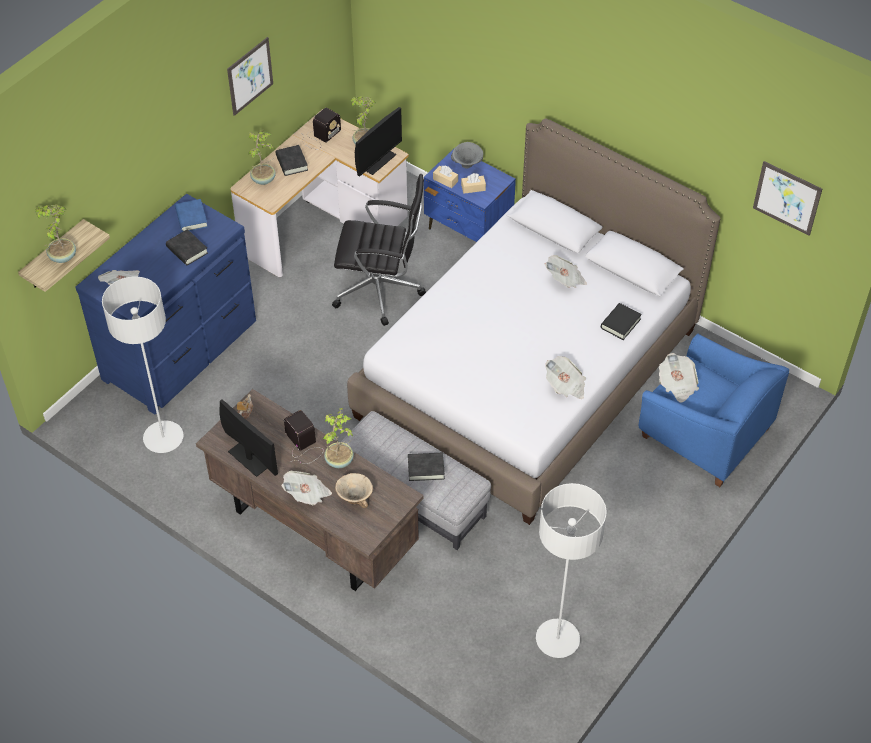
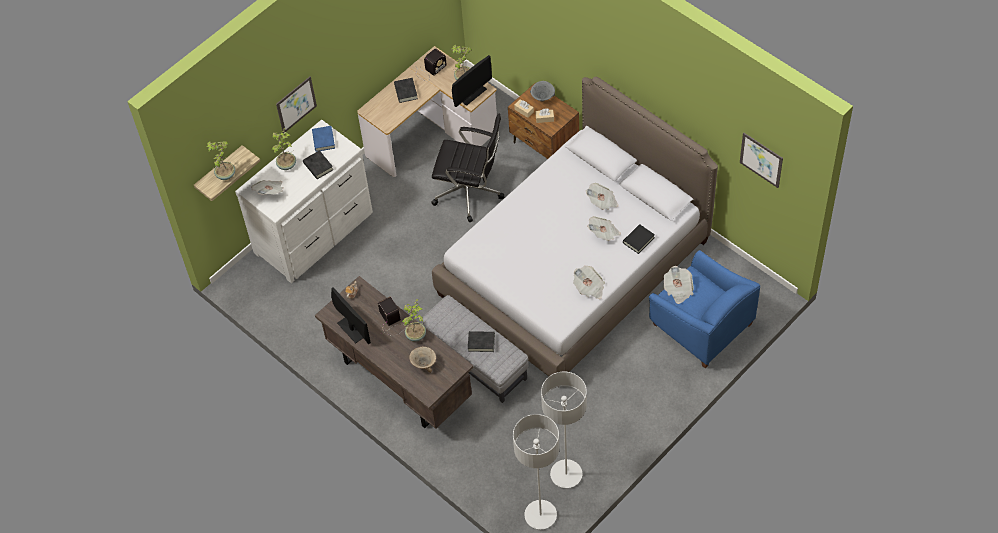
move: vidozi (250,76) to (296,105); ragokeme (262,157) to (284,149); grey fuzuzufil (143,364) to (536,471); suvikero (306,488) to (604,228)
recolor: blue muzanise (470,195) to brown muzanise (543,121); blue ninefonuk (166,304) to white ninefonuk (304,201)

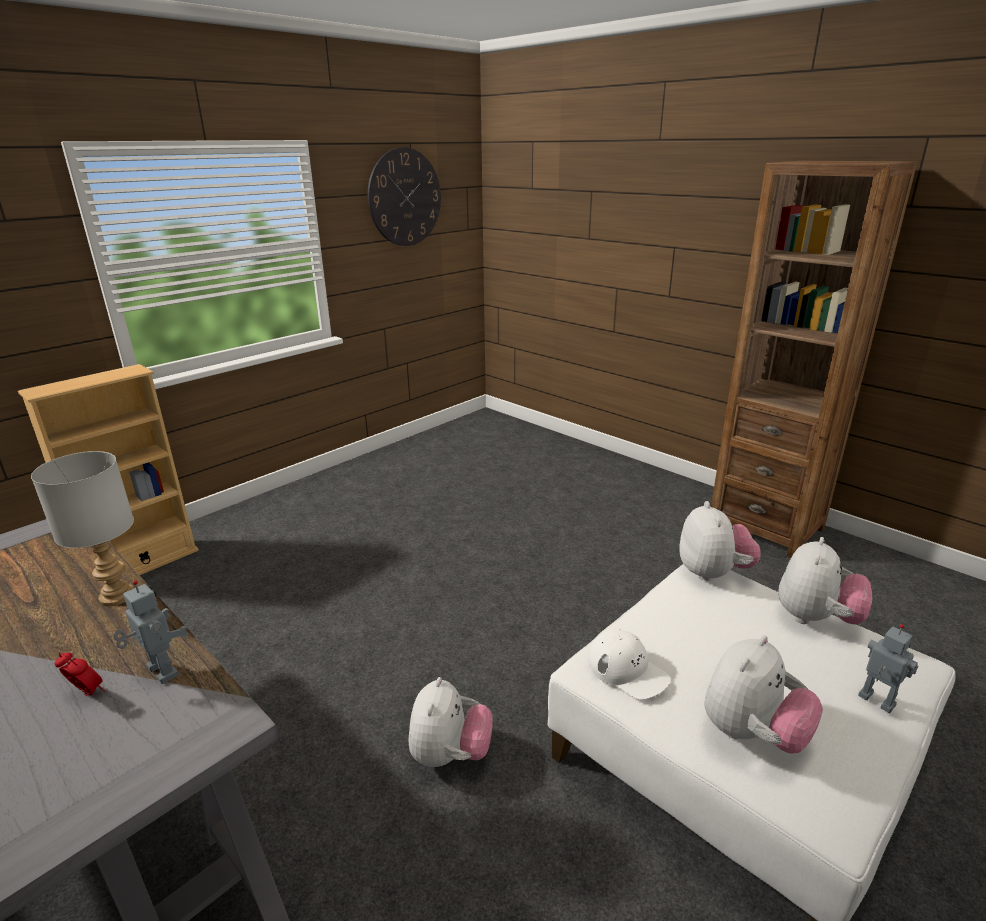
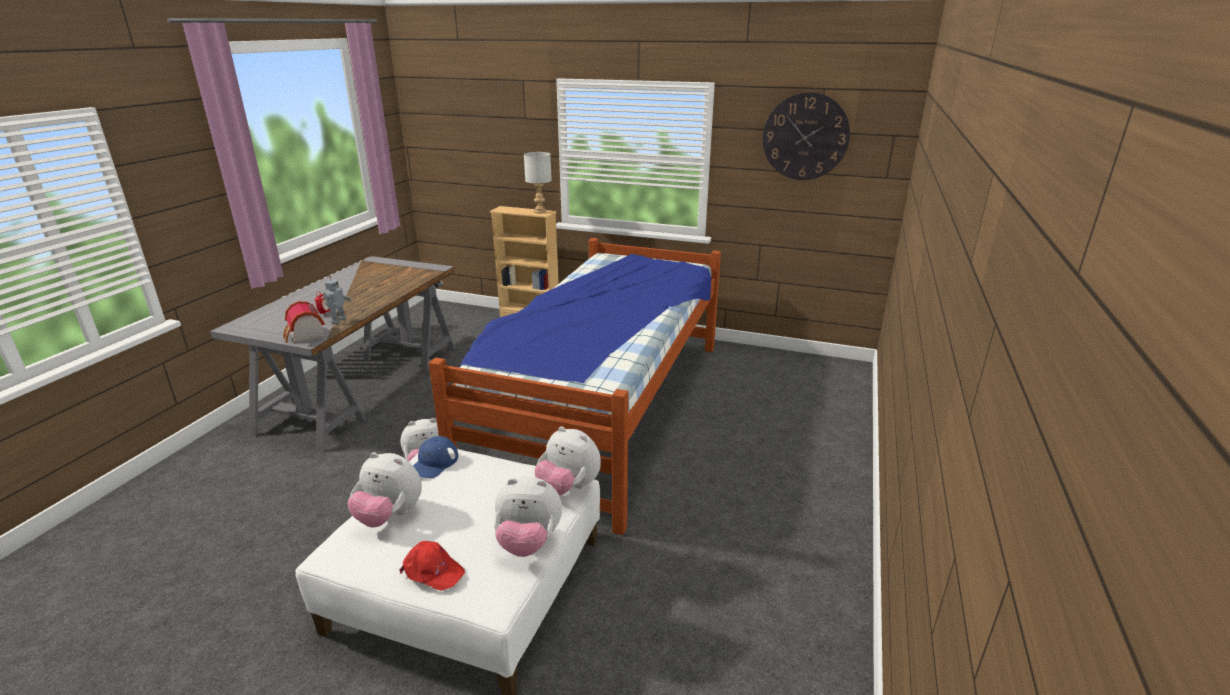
delete: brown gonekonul (814,359)
insert: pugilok (575,386); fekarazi (304,322)
move: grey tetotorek (82,528) to (538,183)
replace: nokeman (888,668) to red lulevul (432,566)
recolor: white lulevul (629,665) to blue lulevul (435,457)
rotate: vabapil (720,541) = (568,461) 60 degrees clockwise

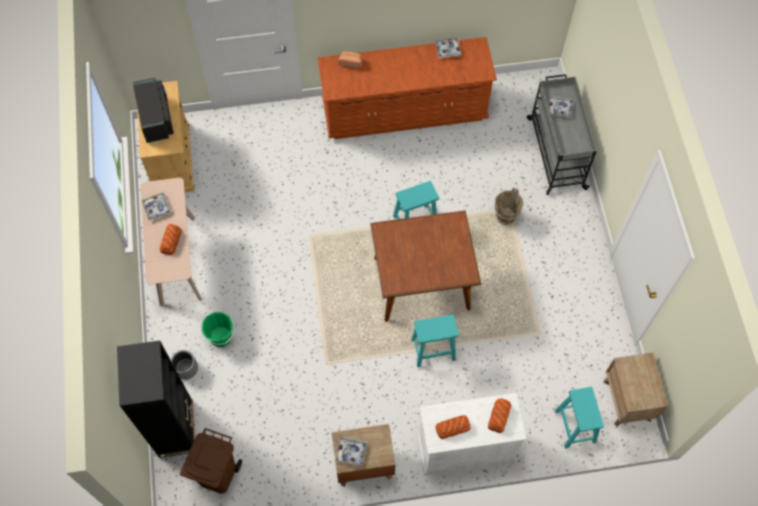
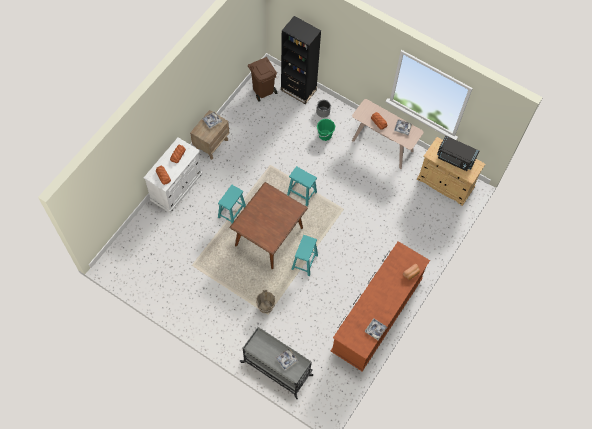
delete: brown muzanise (635,390)
move: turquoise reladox (579,418) to (302,186)

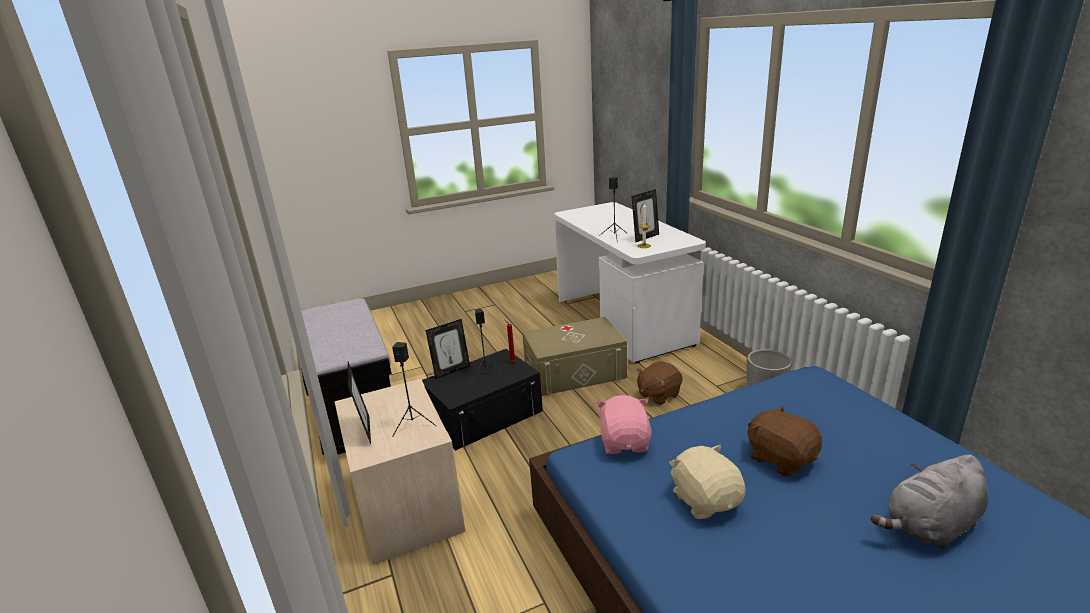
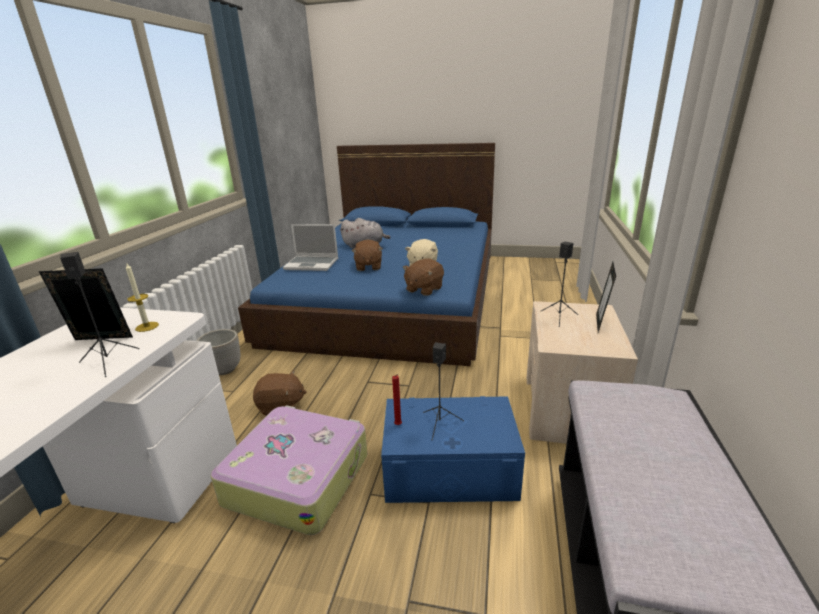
delete: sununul (448,349)
insert: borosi (310,247)
replace: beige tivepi (574,356) to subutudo (289,470)
recolor: black tivepi (482,399) to blue tivepi (453,449); pink vabapil (624,424) to brown vabapil (423,277)

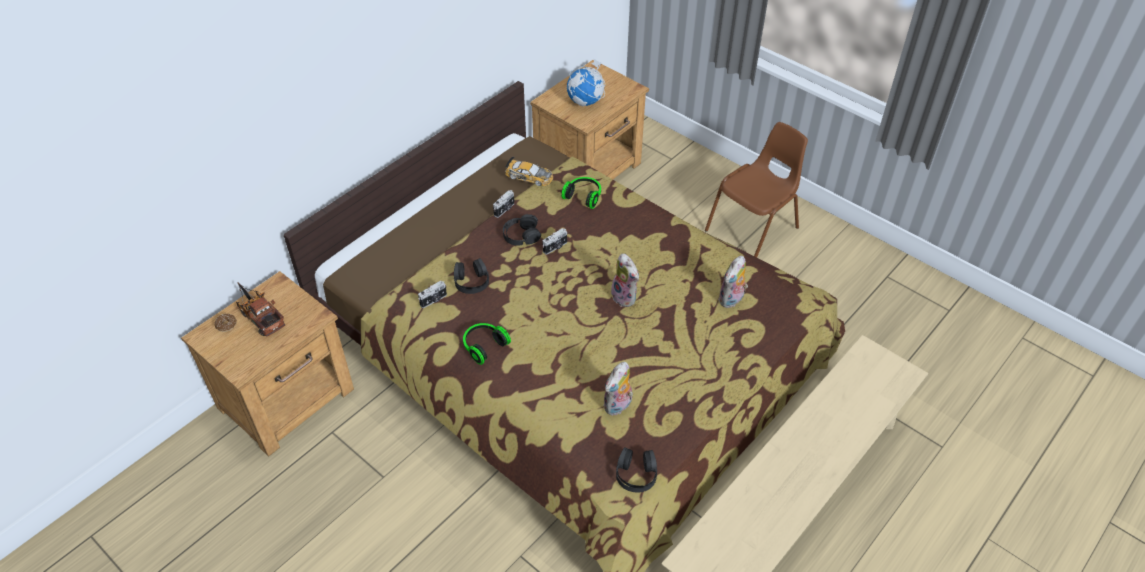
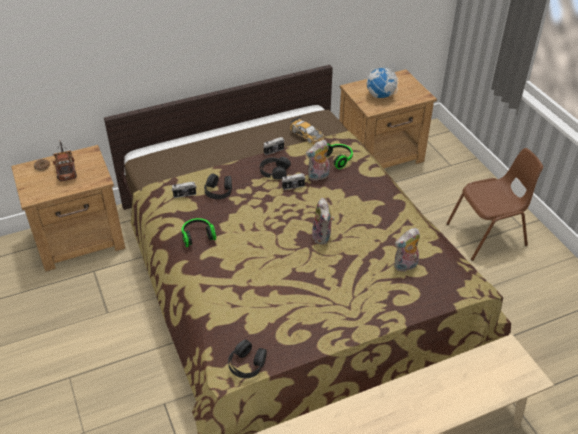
move: vabapil (618,389) to (317,160)

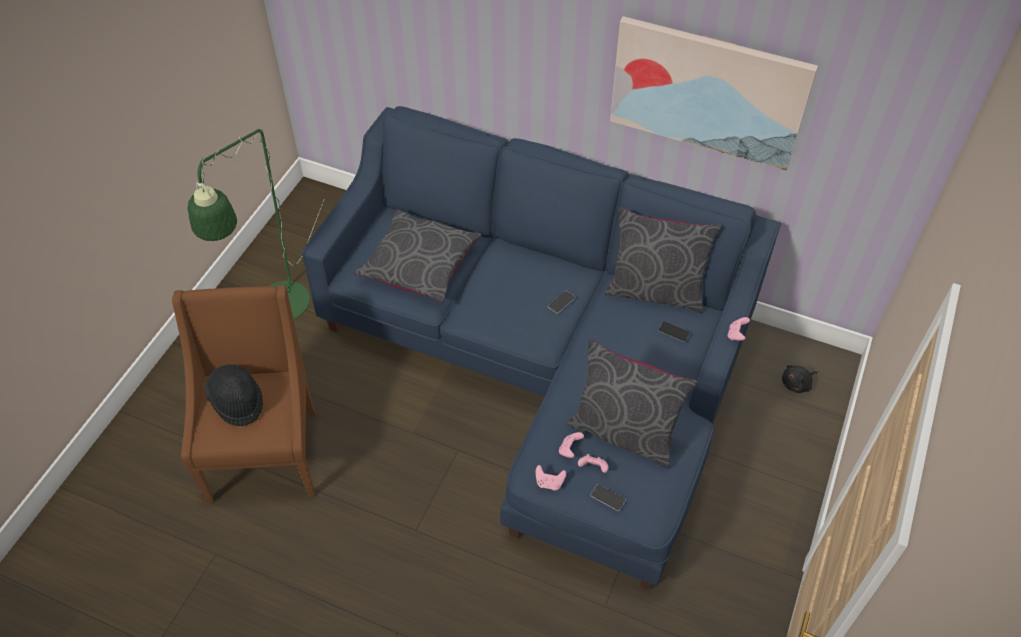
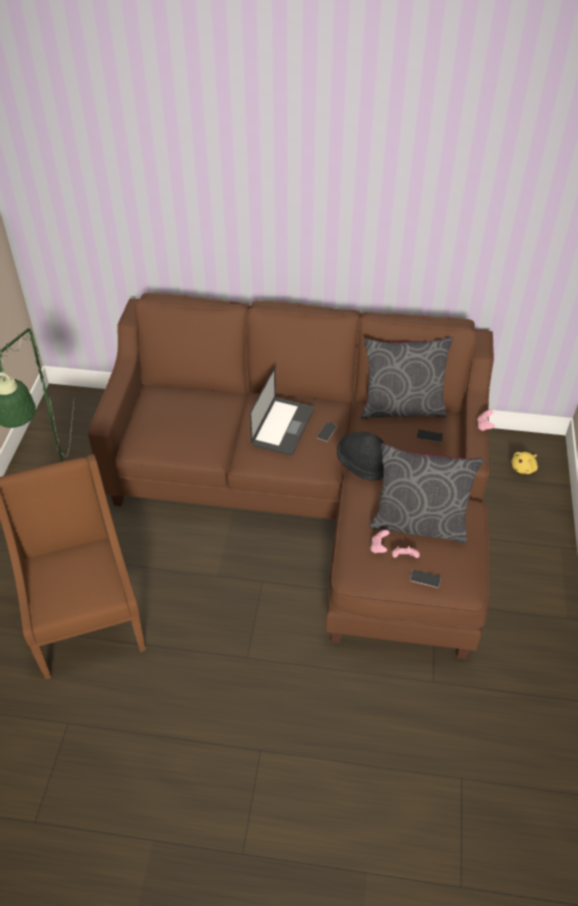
delete: vidozi (714,93); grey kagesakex (418,256); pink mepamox (551,477)
insert: borosi (282,411)
move: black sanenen (233,395) to (360,456)
recolor: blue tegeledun (541,348) to brown tegeledun (291,476); black vabapil (799,379) to yellow vabapil (524,463)

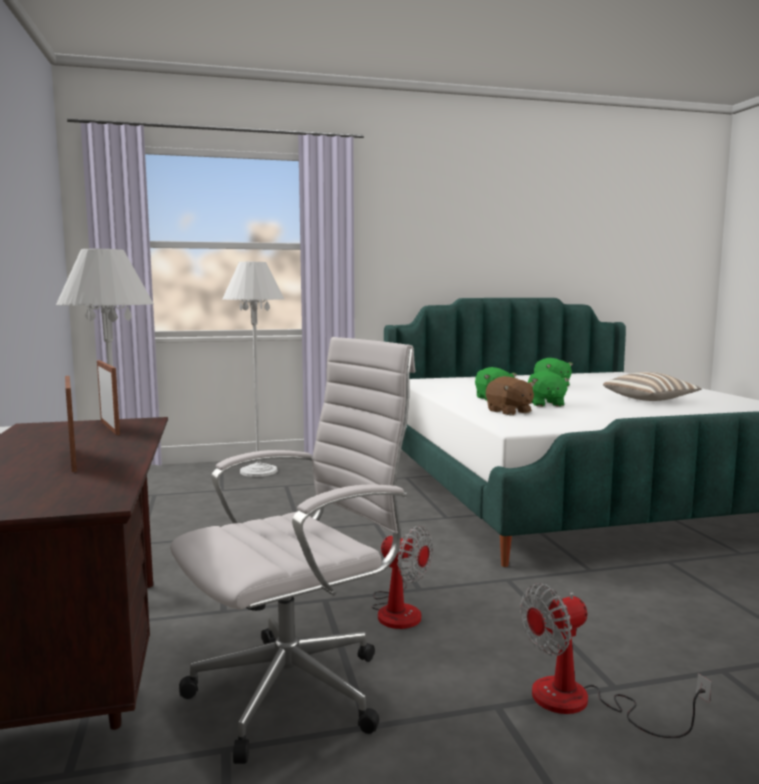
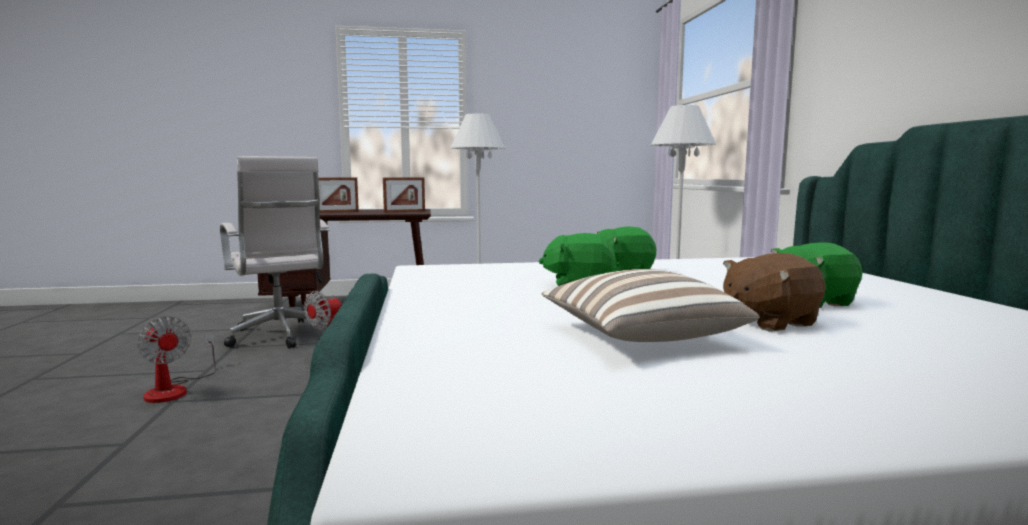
move: brown vabapil (510,396) to (774,292)
rotate: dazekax (616,660) = (176,360) 150 degrees clockwise

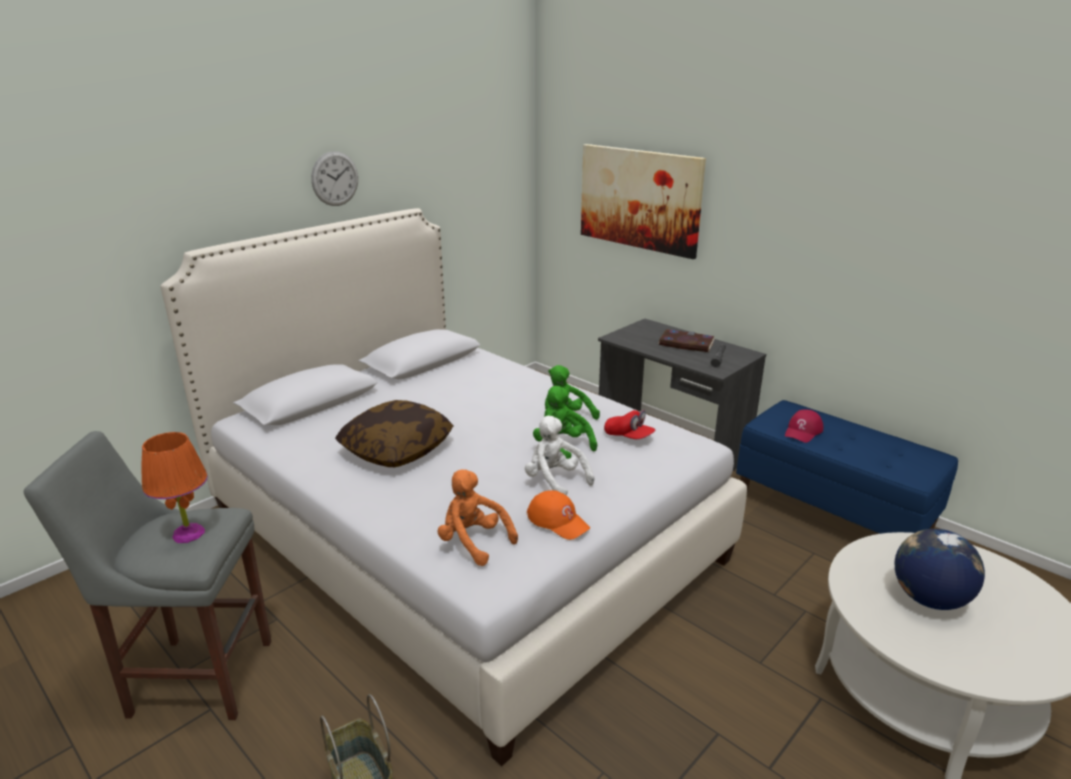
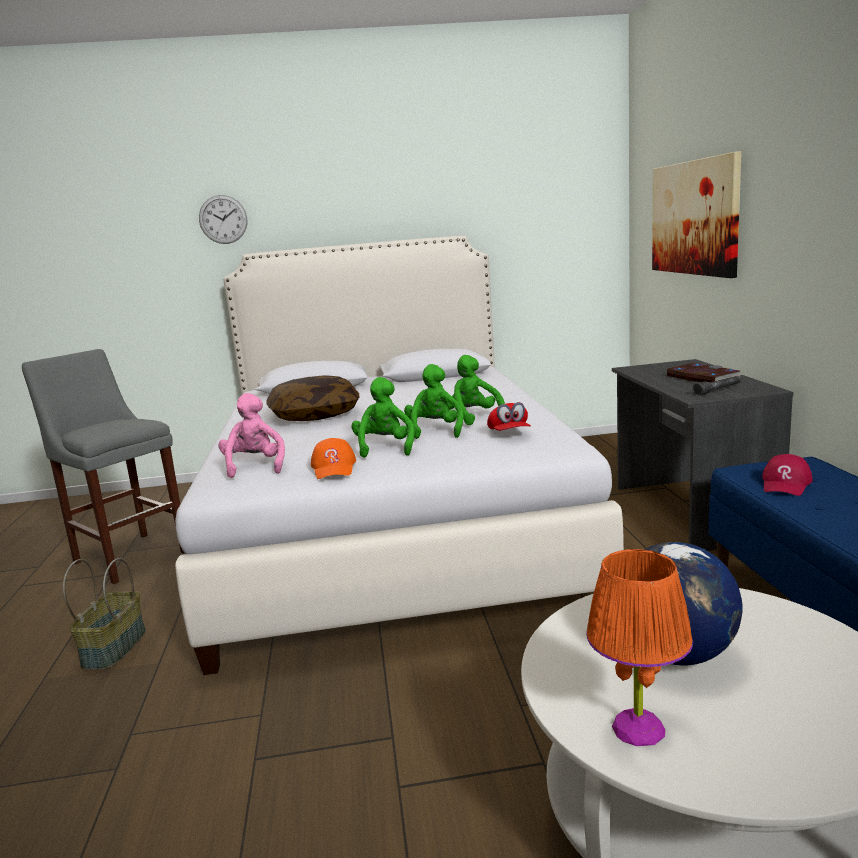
move: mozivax (334,178) to (223,219); orange tetotorek (174,487) to (639,647)
recolor: white vabapil (560,456) to green vabapil (383,417); orange vabapil (478,517) to pink vabapil (251,435)
rotate: red lulevul (804,426) = (787,475) 45 degrees counterclockwise

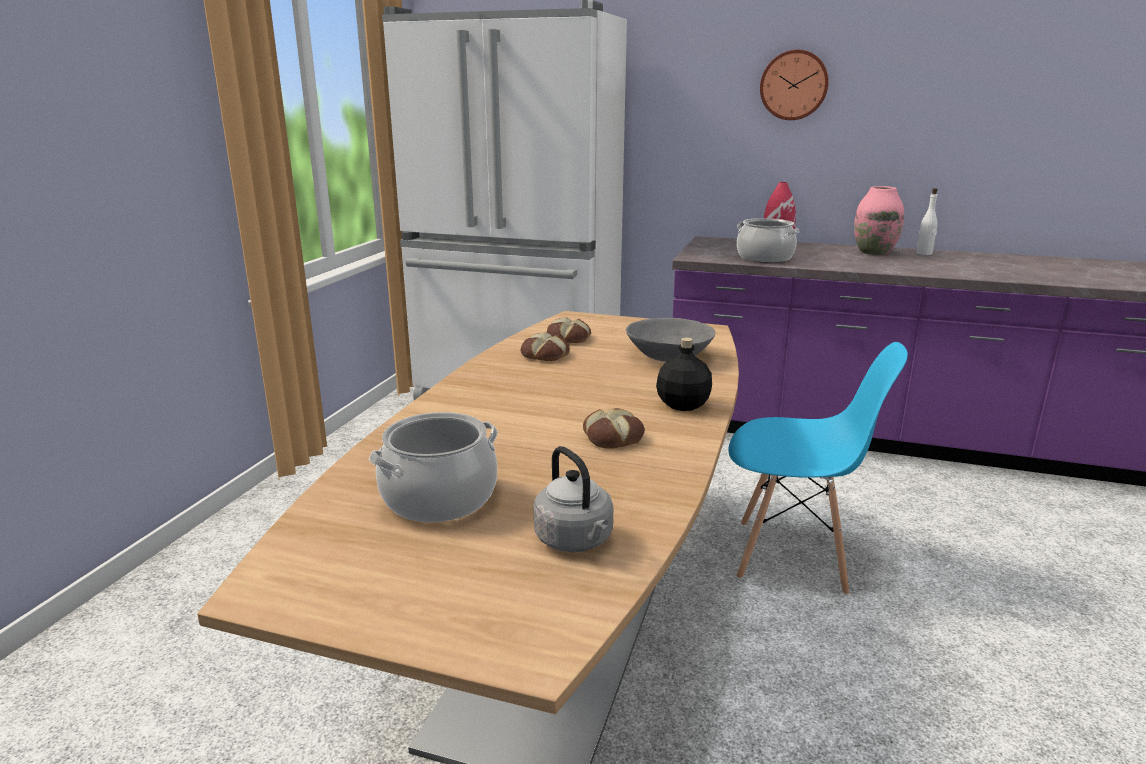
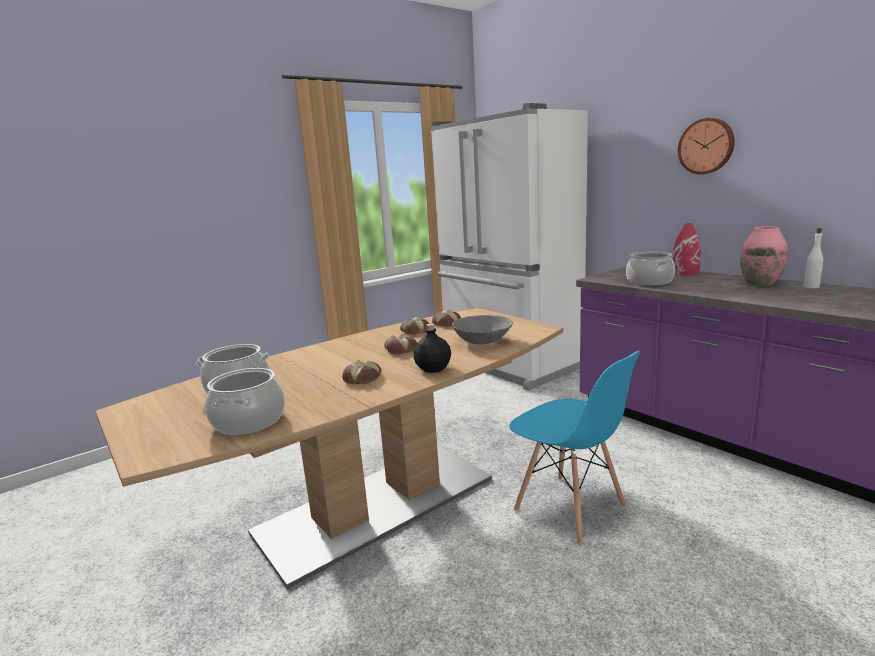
insert: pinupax (400,344)
replace: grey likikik (573,499) to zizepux (245,401)

